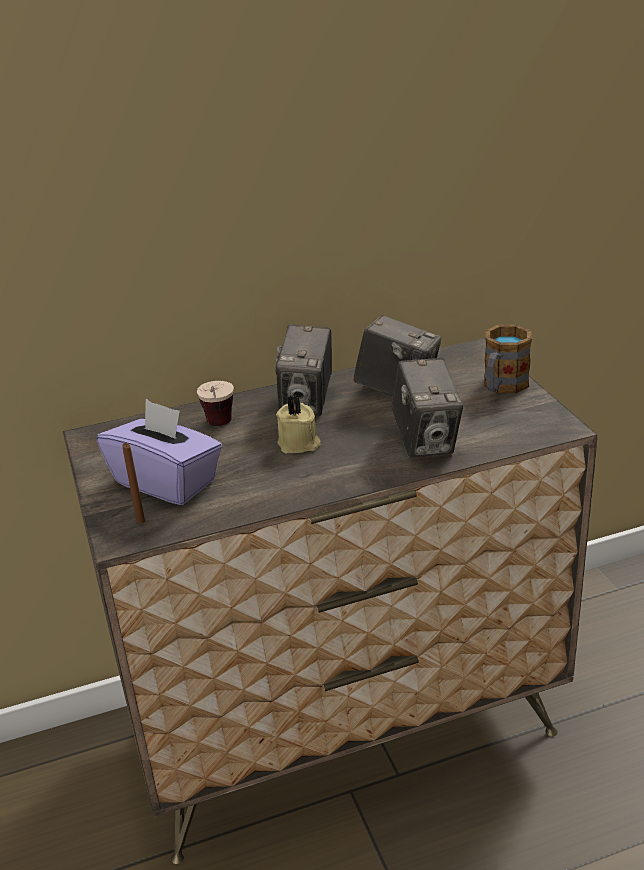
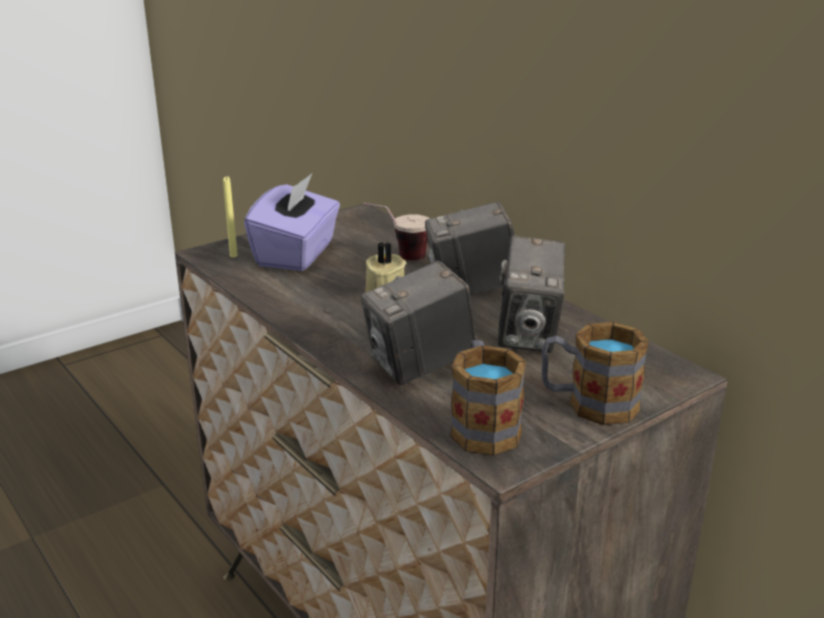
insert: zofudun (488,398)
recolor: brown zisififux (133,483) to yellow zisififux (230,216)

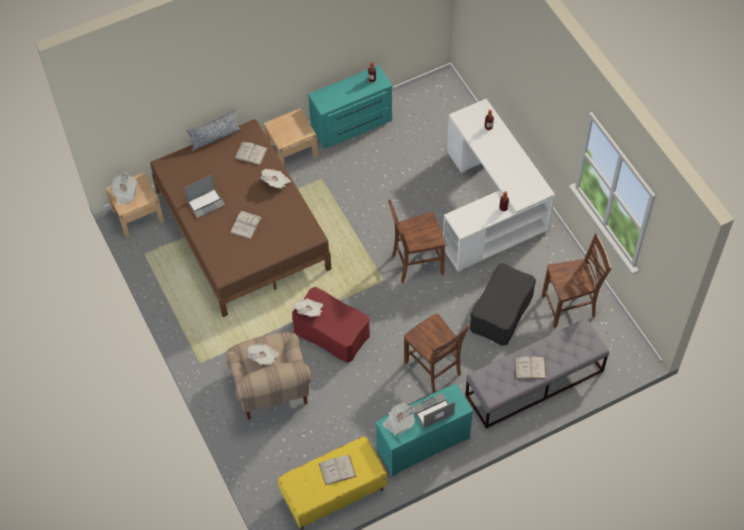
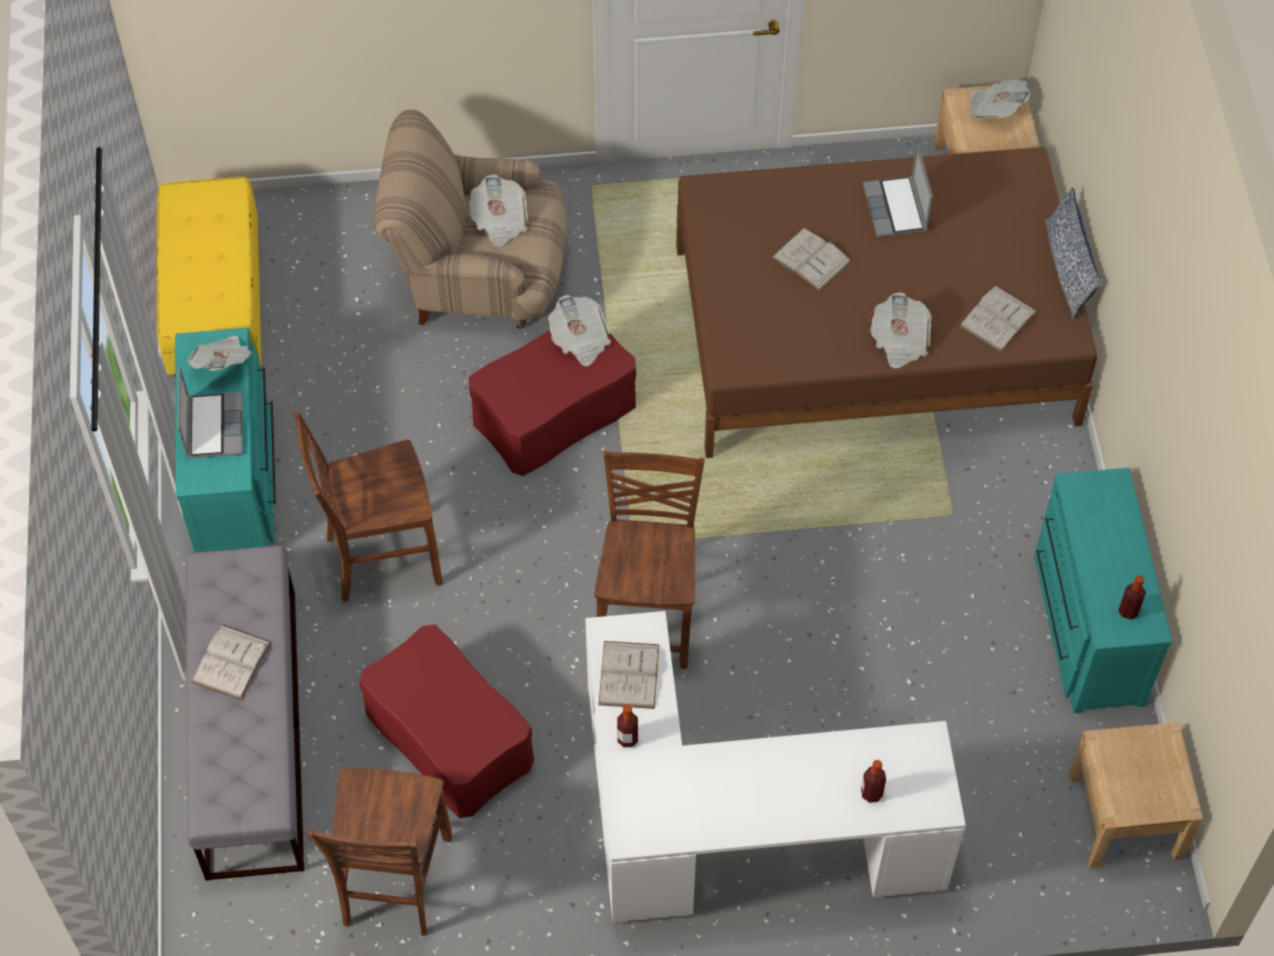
move: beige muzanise (290,137) to (1136,795); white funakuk (337,470) to (628,675)
recolor: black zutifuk (503,304) to red zutifuk (446,721)

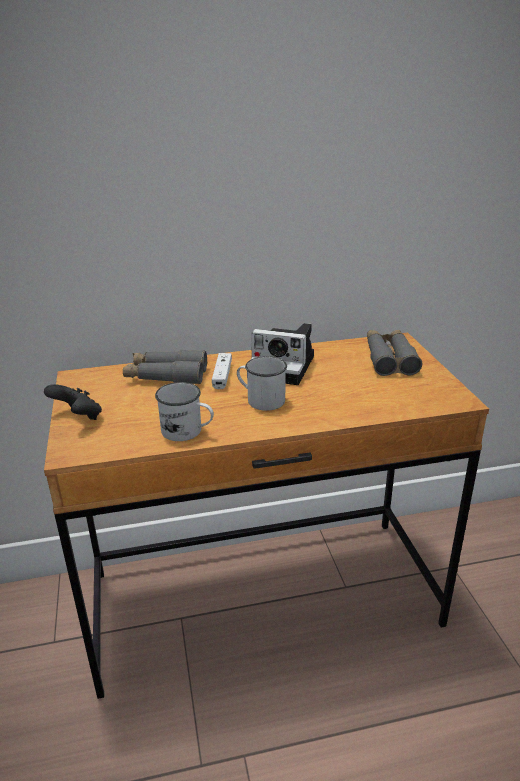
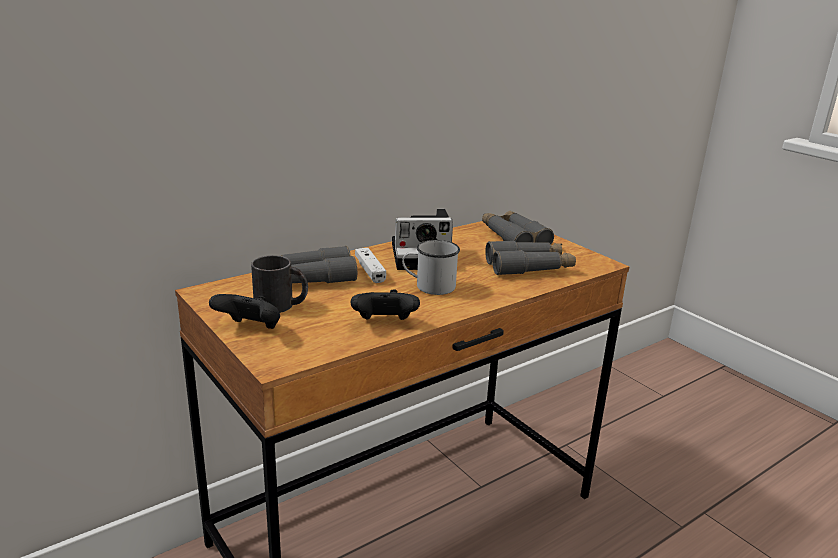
insert: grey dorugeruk (530,257); black zofudun (279,284)
replace: white zofudun (184,411) to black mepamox (385,304)

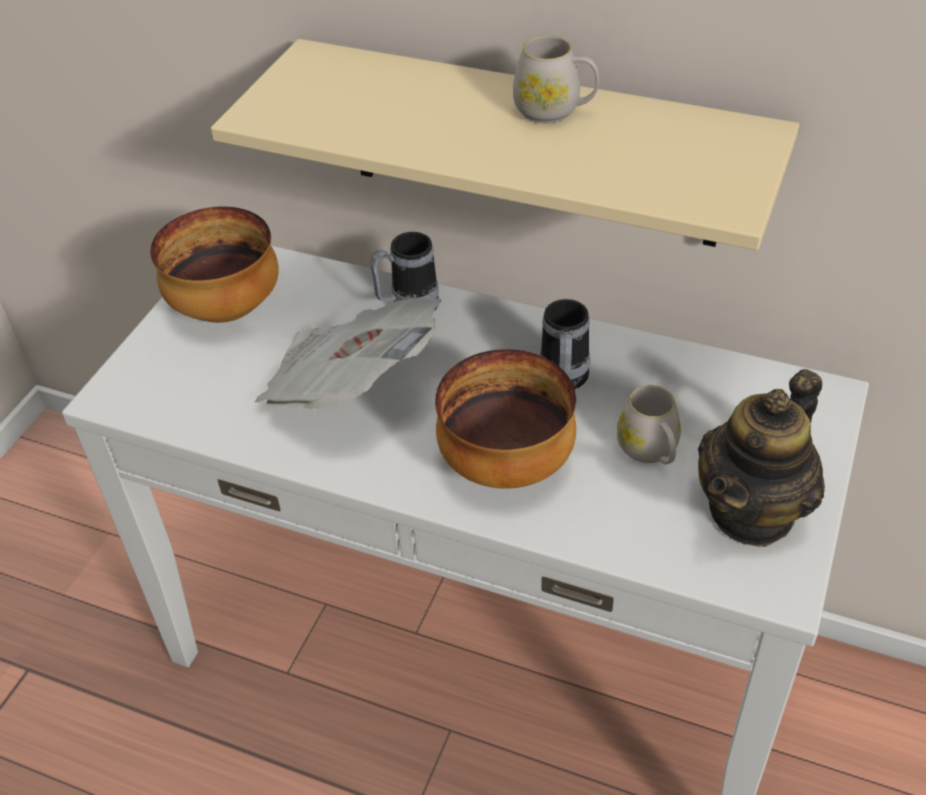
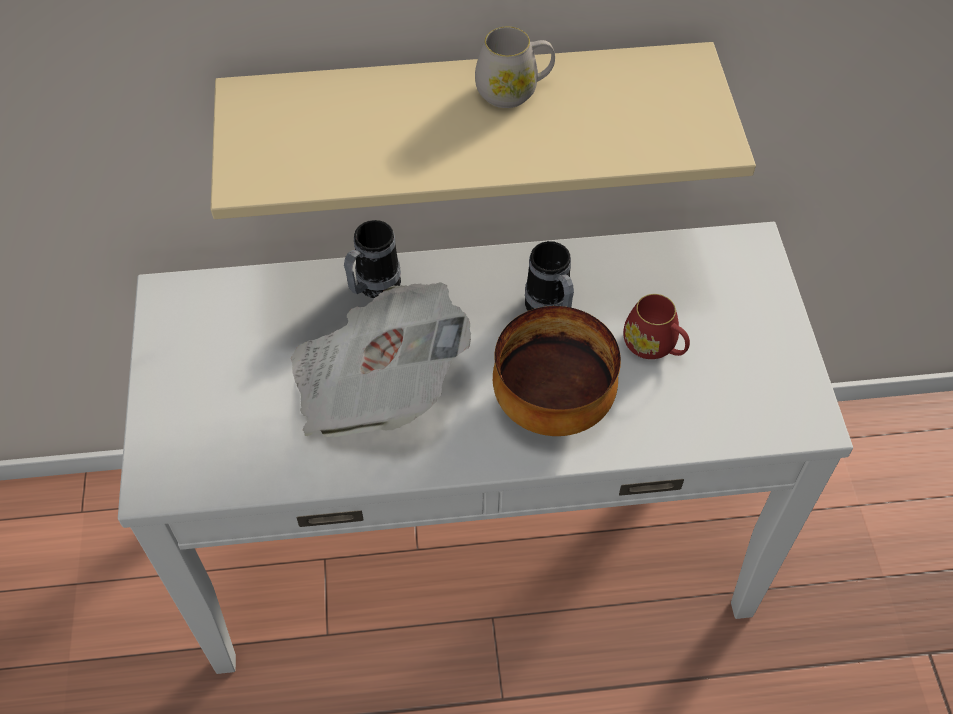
delete: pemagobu (214,264); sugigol (761,458)
recolor: white zofudun (649,424) to red zofudun (656,326)

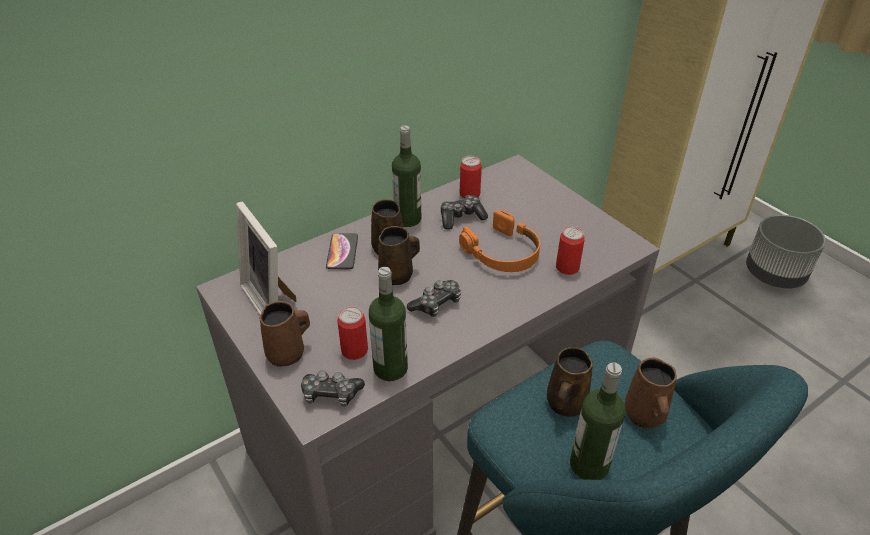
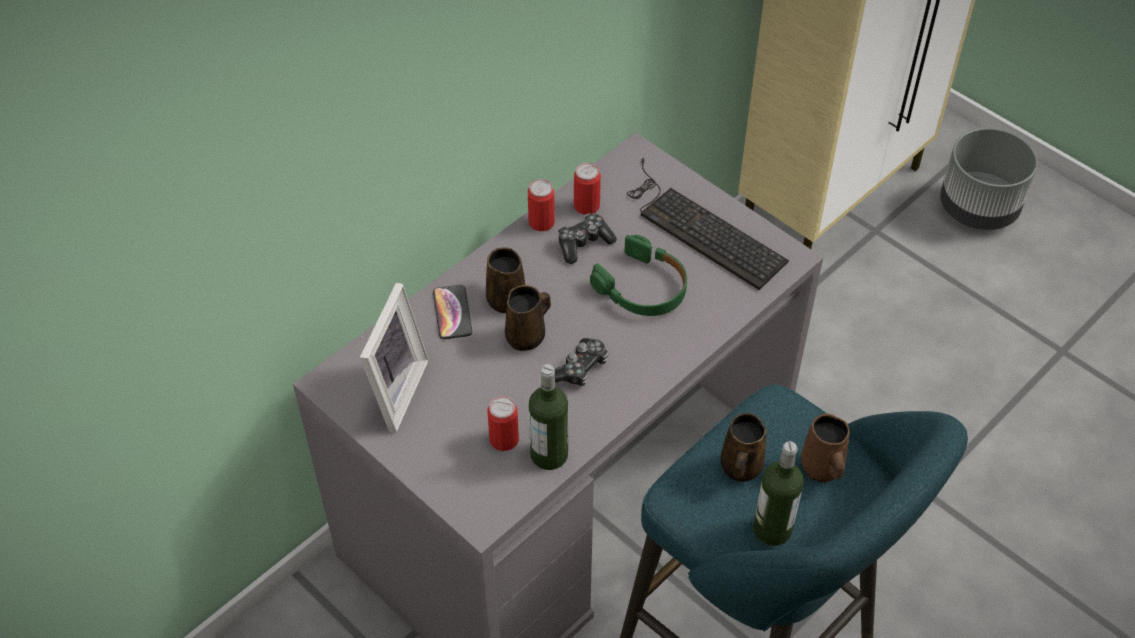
delete: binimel (406,176); brown zofudun (284,334); mepamox (333,389)
insert: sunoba (708,224)
move: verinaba (570,250) to (541,205)
recolor: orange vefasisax (499,241) to green vefasisax (638,275)
rotate: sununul (266,257) = (394,358) 120 degrees counterclockwise

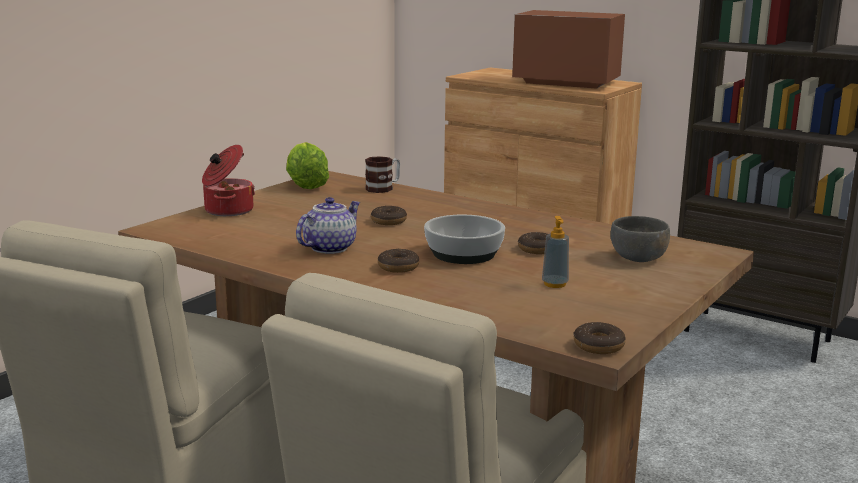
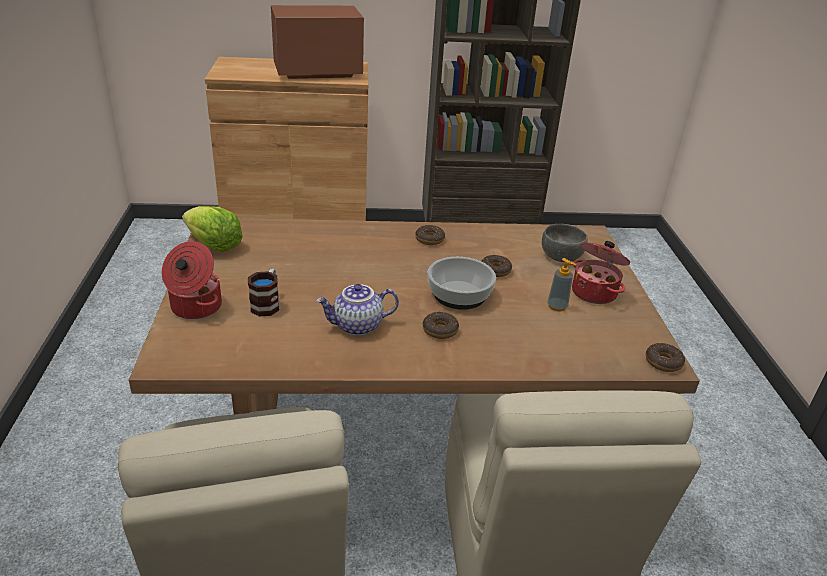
insert: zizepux (601,272)
move: zofudun (382,174) to (263,292); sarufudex (389,215) to (430,235)
rotate: sugigol (328,225) = (357,310) 105 degrees counterclockwise

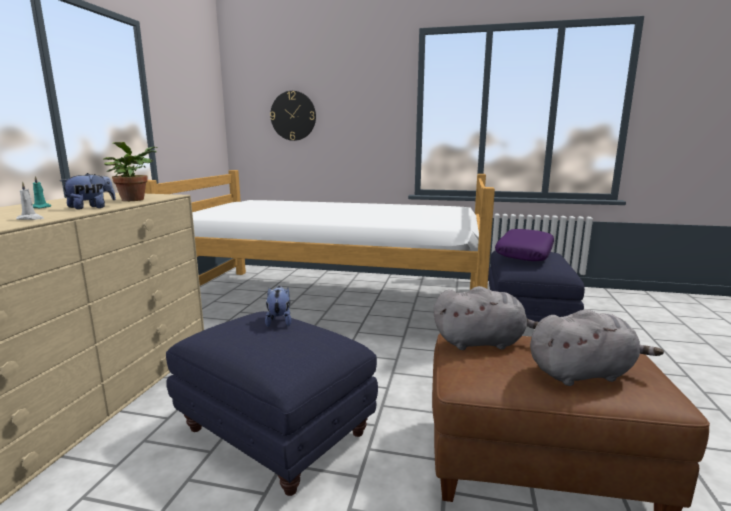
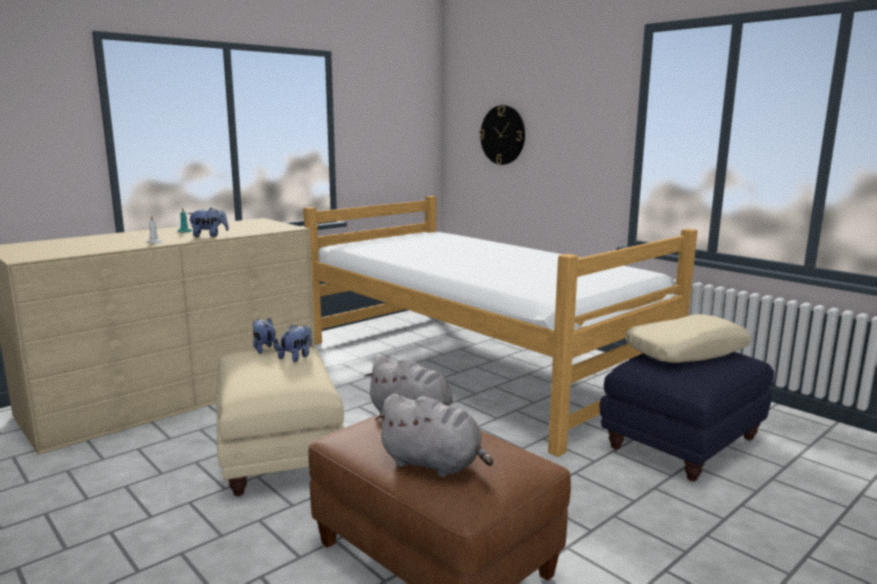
delete: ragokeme (130,171)
insert: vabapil (265,336)
recolor: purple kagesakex (524,245) to beige kagesakex (688,338); blue zutifuk (272,403) to beige zutifuk (280,422)

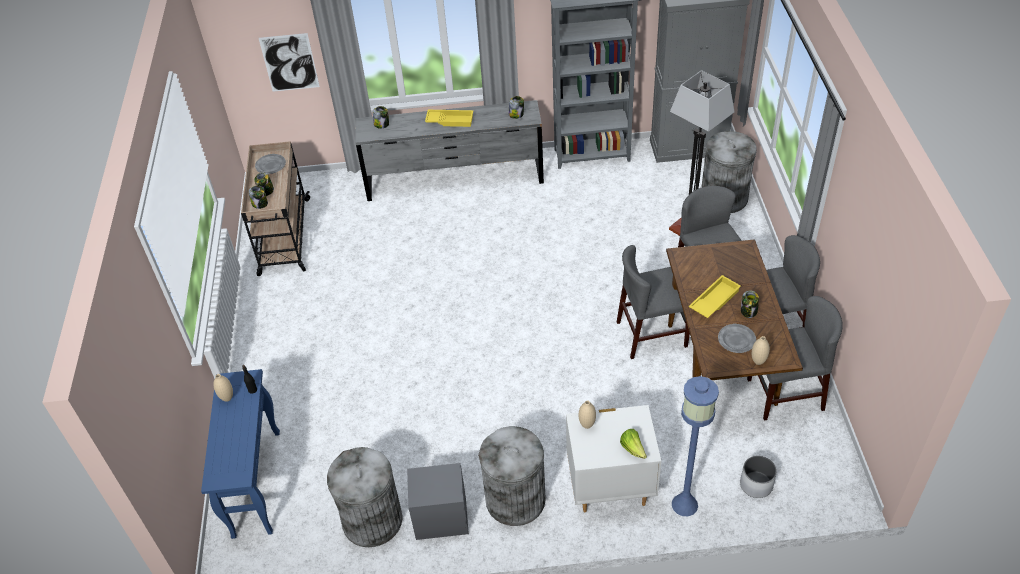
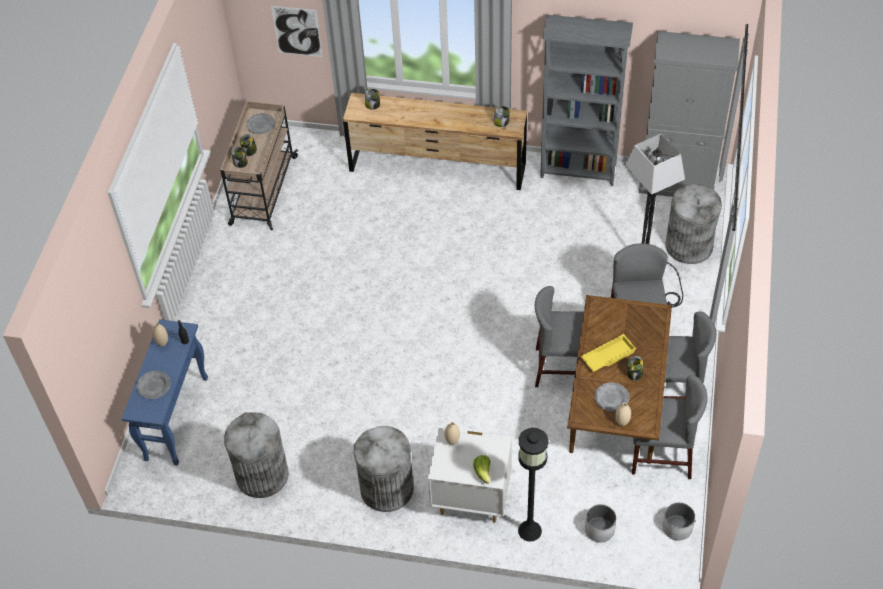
delete: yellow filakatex (449,118); grey muzanise (438,501)
insert: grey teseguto (154,385); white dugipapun (679,521)
recolor: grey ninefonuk (449,150) to brown ninefonuk (435,141); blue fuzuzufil (695,446) to black fuzuzufil (533,485)

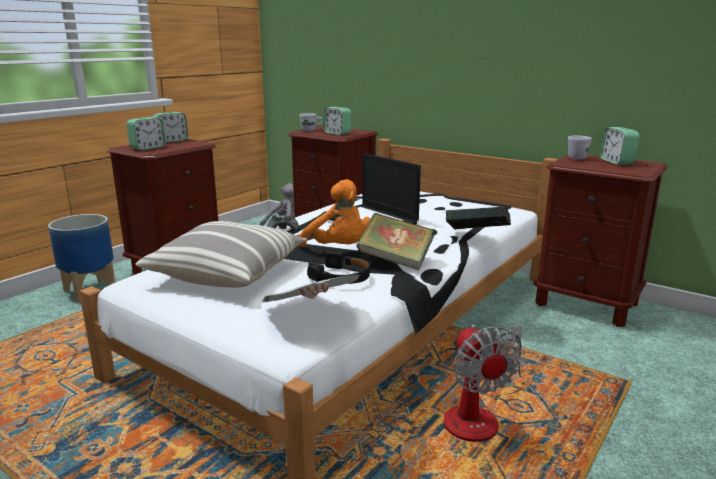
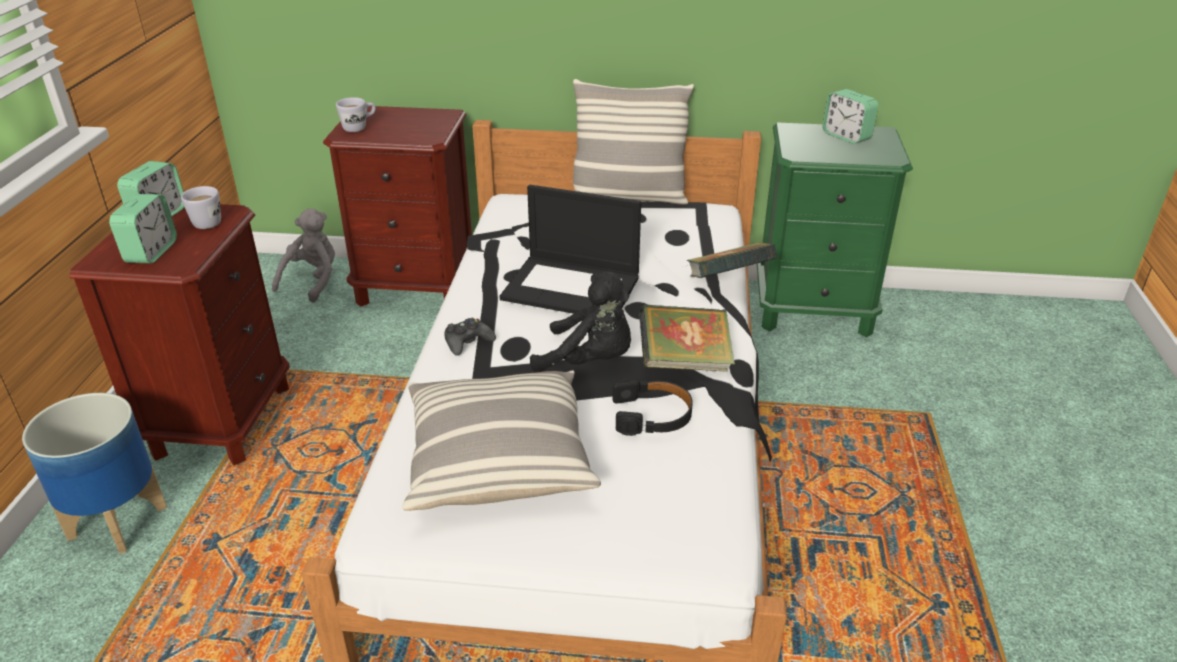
delete: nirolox (337,121); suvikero (311,288); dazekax (483,383)
insert: kagesakex (633,142)
move: white zofudun (580,148) to (201,207)
recolor: brown muzanise (600,241) to green muzanise (835,230); orange vabapil (334,213) to black vabapil (580,322)

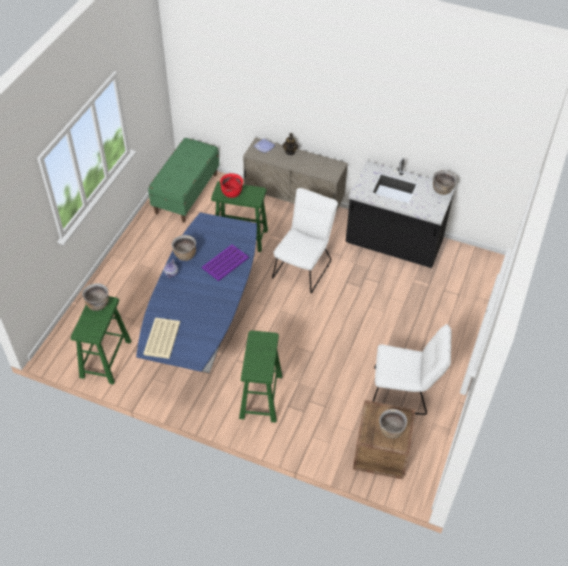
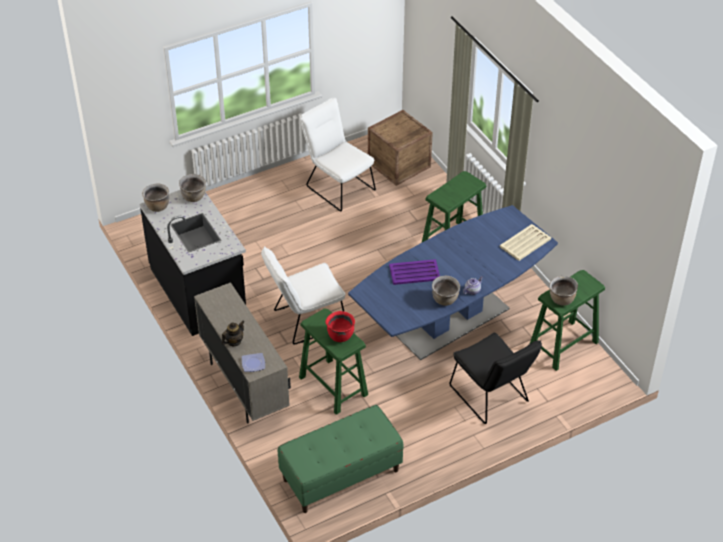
insert: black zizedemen (495,378)
move: brown zizepux (393,424) to (192,188)

